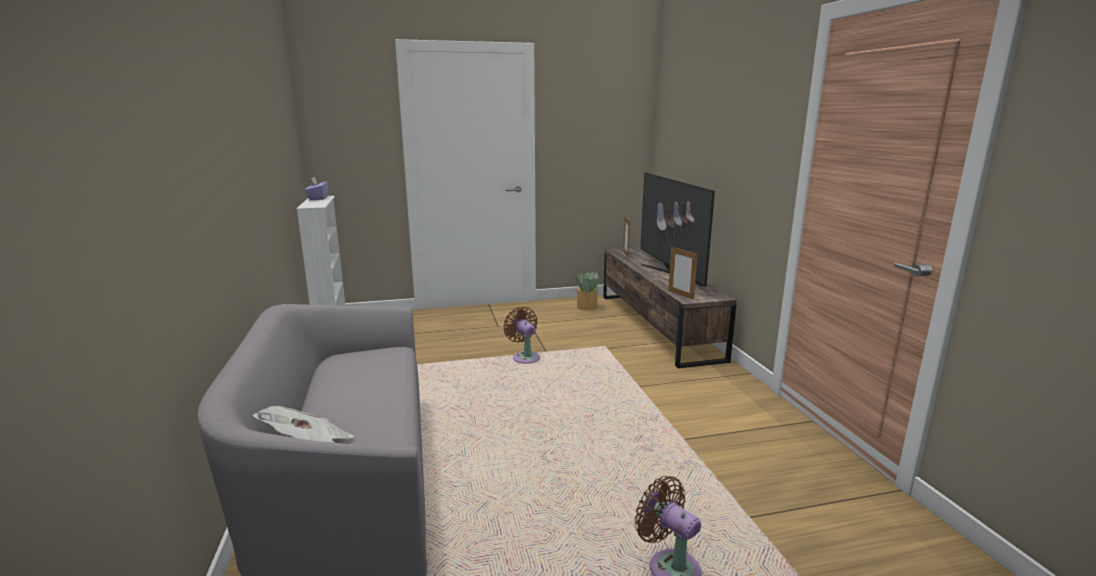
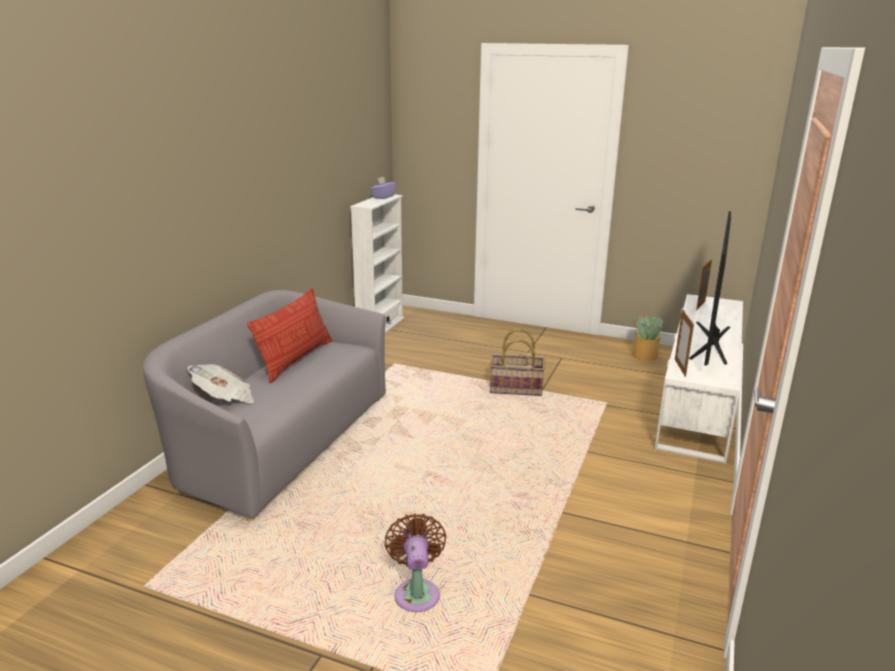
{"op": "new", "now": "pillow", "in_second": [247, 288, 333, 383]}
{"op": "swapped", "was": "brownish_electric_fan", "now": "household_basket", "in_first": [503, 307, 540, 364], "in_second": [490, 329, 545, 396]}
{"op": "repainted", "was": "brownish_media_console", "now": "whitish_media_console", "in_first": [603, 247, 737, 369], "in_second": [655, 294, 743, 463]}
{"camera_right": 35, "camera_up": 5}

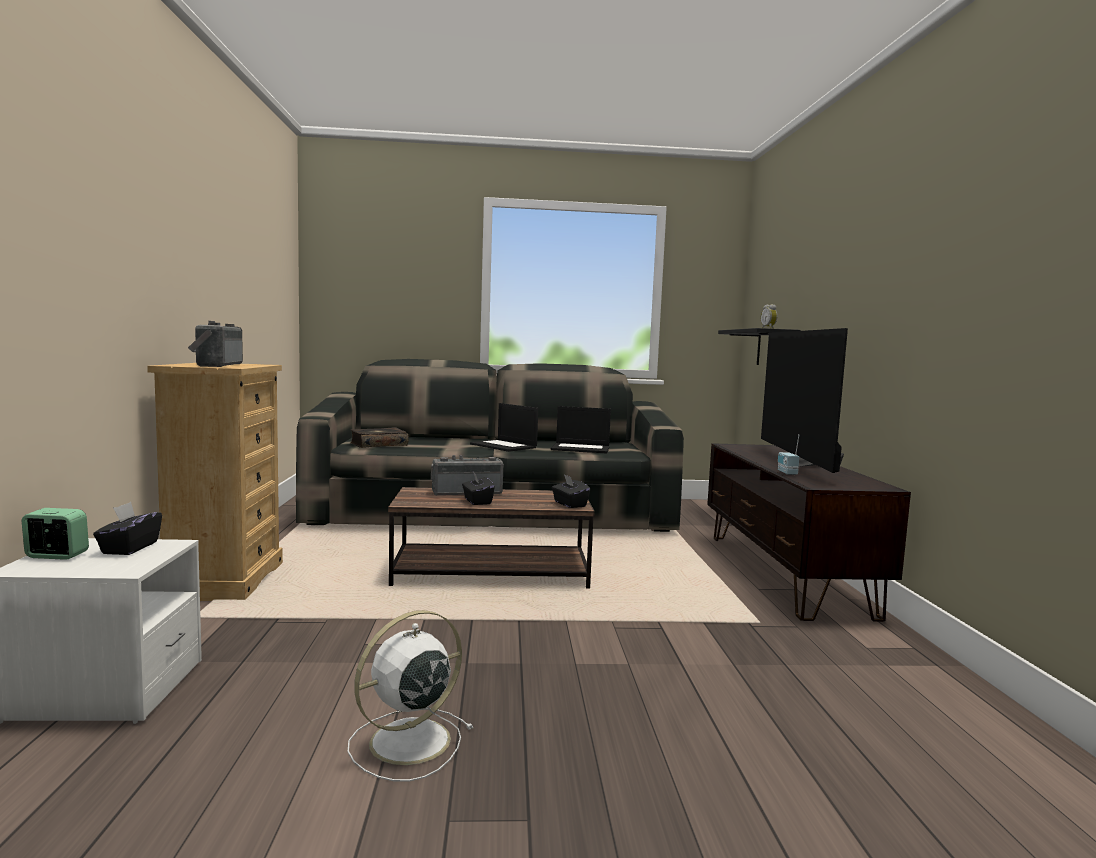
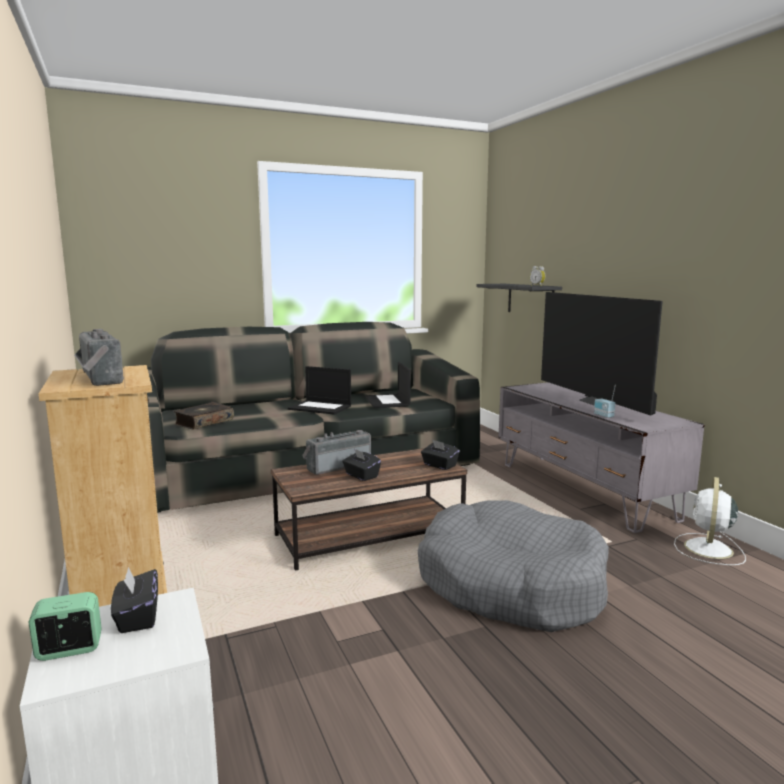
{"op": "rotated", "was": "portable_computer", "in_first": [551, 406, 611, 454], "in_second": [365, 362, 411, 408], "clockwise": 90}
{"op": "new", "now": "grey_dog_cushion", "in_second": [418, 500, 609, 632]}
{"op": "repainted", "was": "brownish_media_console", "now": "grey_media_console", "in_first": [707, 443, 911, 622], "in_second": [499, 382, 705, 533]}
{"op": "shifted", "was": "whitish_electric_fan", "in_first": [348, 610, 474, 781], "in_second": [674, 477, 746, 565]}
{"camera_right": -20, "camera_up": 5}

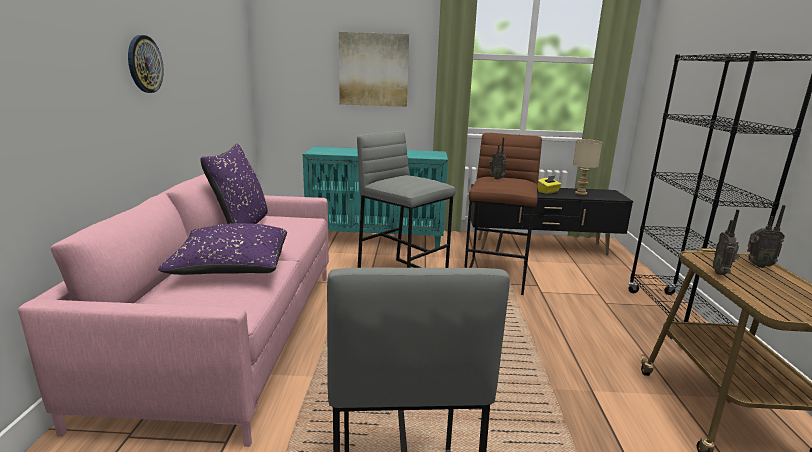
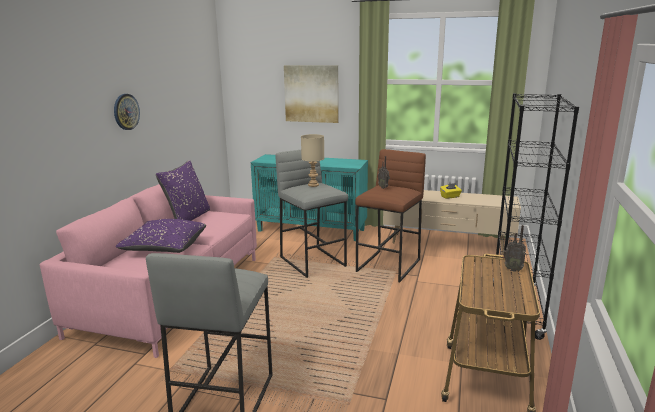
{"op": "shifted", "was": "sand-coloured_lamp_for_a_table", "in_first": [573, 139, 602, 195], "in_second": [301, 134, 324, 187]}
{"op": "repainted", "was": "black_media_console", "now": "sand-coloured_media_console", "in_first": [471, 184, 633, 255], "in_second": [383, 190, 521, 255]}
{"op": "gone", "was": "radio_receiver", "in_first": [713, 209, 740, 275]}
{"camera_right": 15, "camera_up": 0}

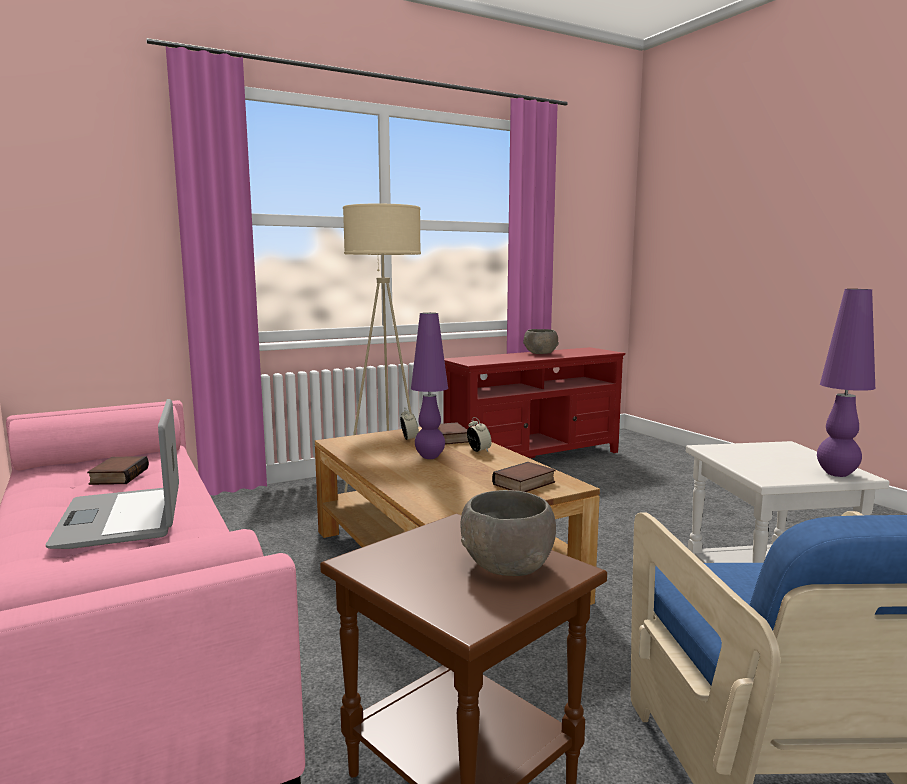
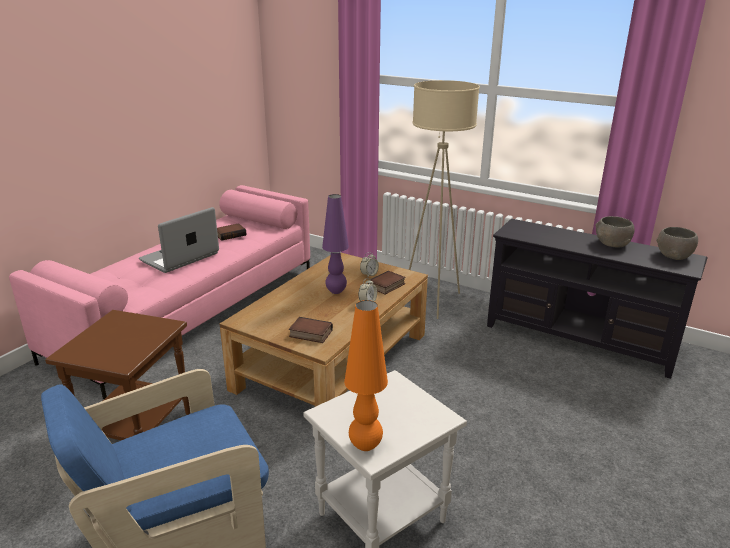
{"op": "repainted", "was": "purple_lamp_for_a_table", "now": "orangey_lamp_for_a_table", "in_first": [817, 289, 876, 477], "in_second": [344, 300, 388, 451]}
{"op": "repainted", "was": "reddish_media_console", "now": "black_media_console", "in_first": [443, 347, 625, 458], "in_second": [487, 219, 708, 379]}
{"op": "shifted", "was": "grey_serving_bowl", "in_first": [460, 490, 556, 576], "in_second": [656, 227, 698, 260]}
{"camera_right": 60, "camera_up": 15}

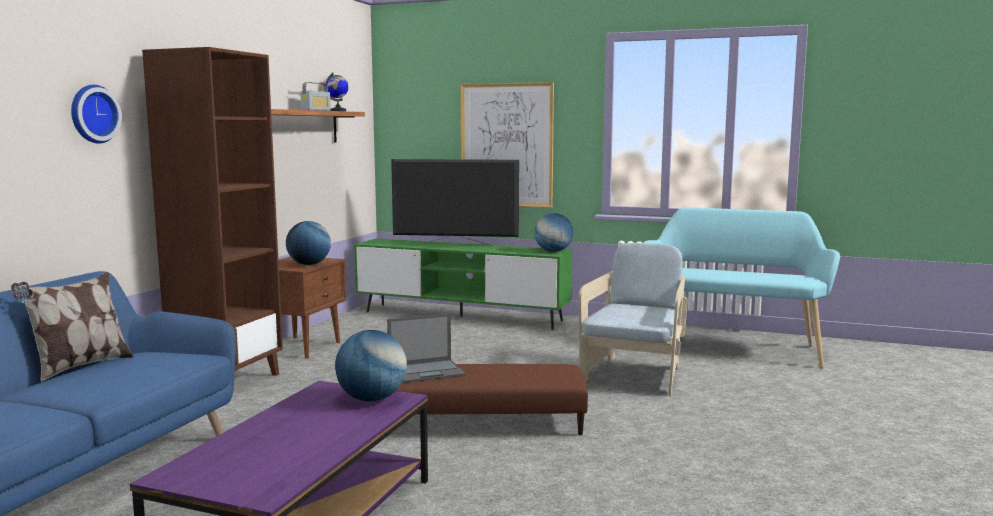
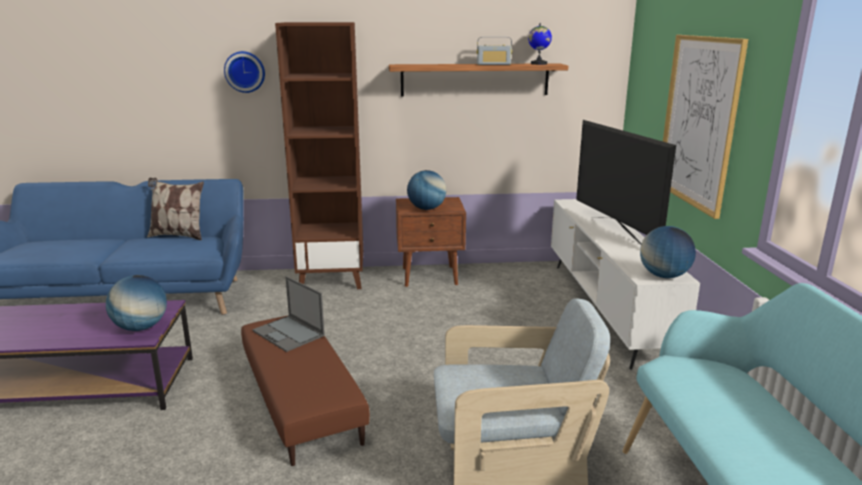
{"op": "repainted", "was": "greenish_media_console", "now": "whitish_media_console", "in_first": [354, 238, 572, 330], "in_second": [551, 199, 700, 370]}
{"camera_right": 65, "camera_up": 10}

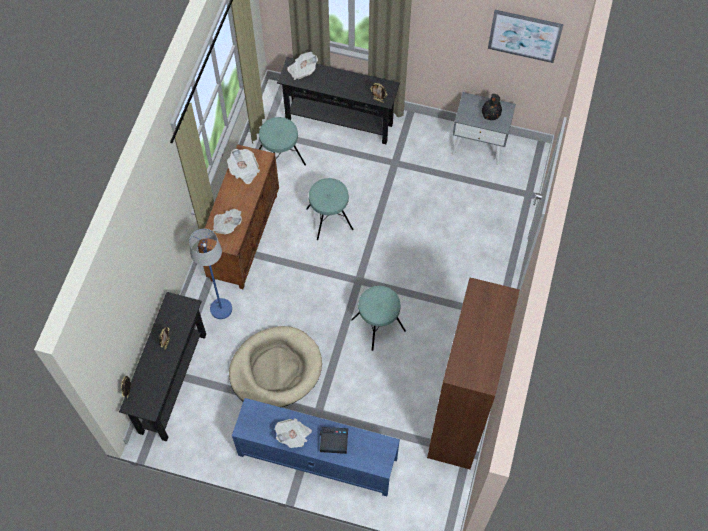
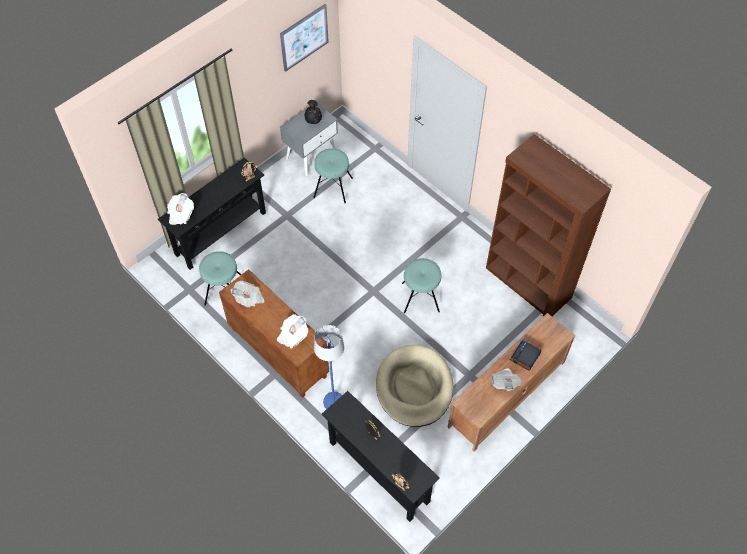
{"op": "shifted", "was": "turquoise_stool_seat", "in_first": [306, 178, 354, 240], "in_second": [313, 148, 353, 203]}
{"op": "repainted", "was": "blue-coloured_media_console", "now": "brownish_media_console", "in_first": [232, 398, 400, 496], "in_second": [448, 313, 575, 451]}
{"camera_right": -60, "camera_up": -5}

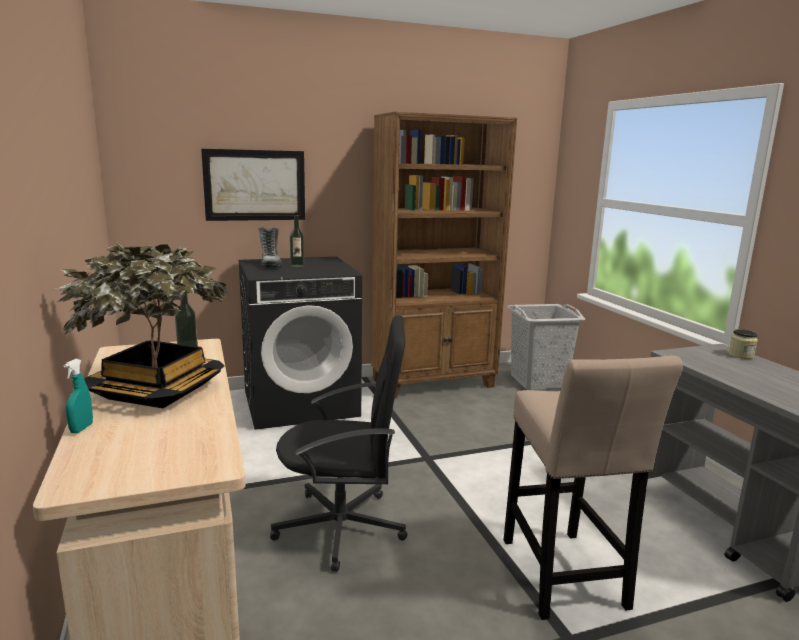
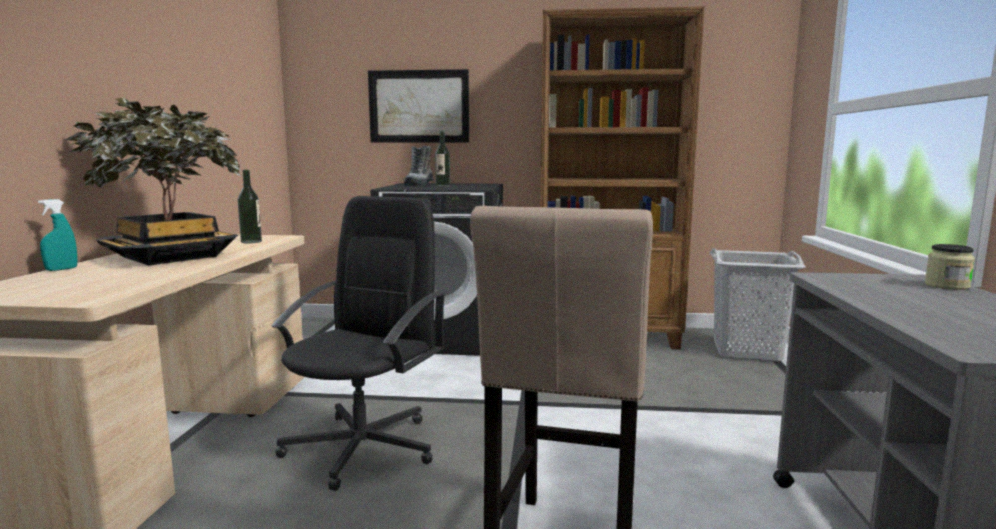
{"op": "rotated", "was": "black_office_chair", "in_first": [270, 316, 408, 572], "in_second": [271, 196, 446, 491], "clockwise": -90}
{"camera_right": 25, "camera_up": -5}

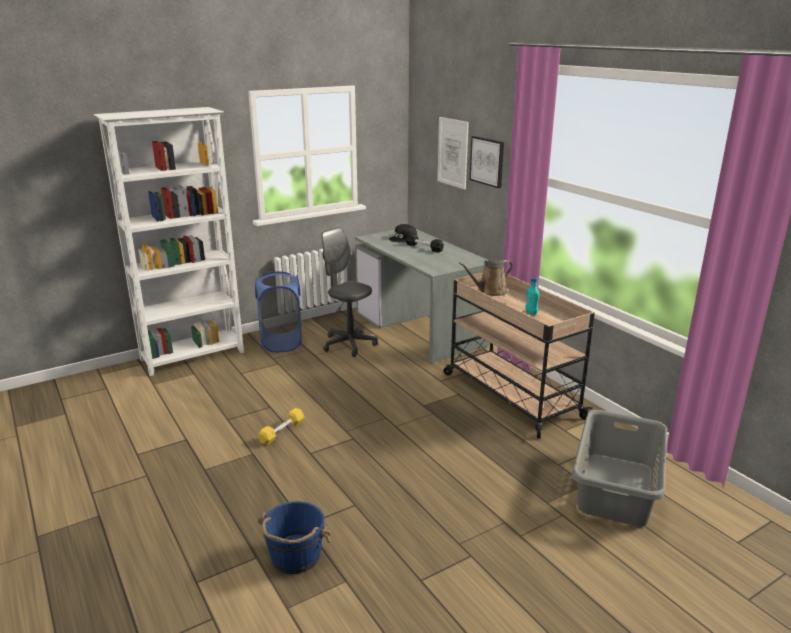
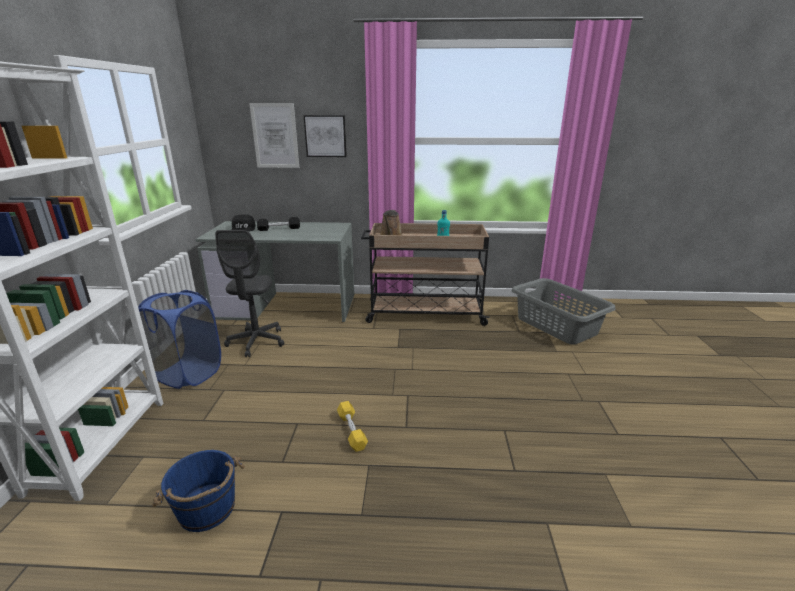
{"op": "shifted", "was": "blue-coloured_water_bucket", "in_first": [257, 501, 331, 574], "in_second": [152, 450, 245, 532]}
{"op": "rotated", "was": "grey_office_chair", "in_first": [321, 227, 378, 357], "in_second": [215, 230, 284, 357], "clockwise": -75}
{"camera_right": -55, "camera_up": 0}

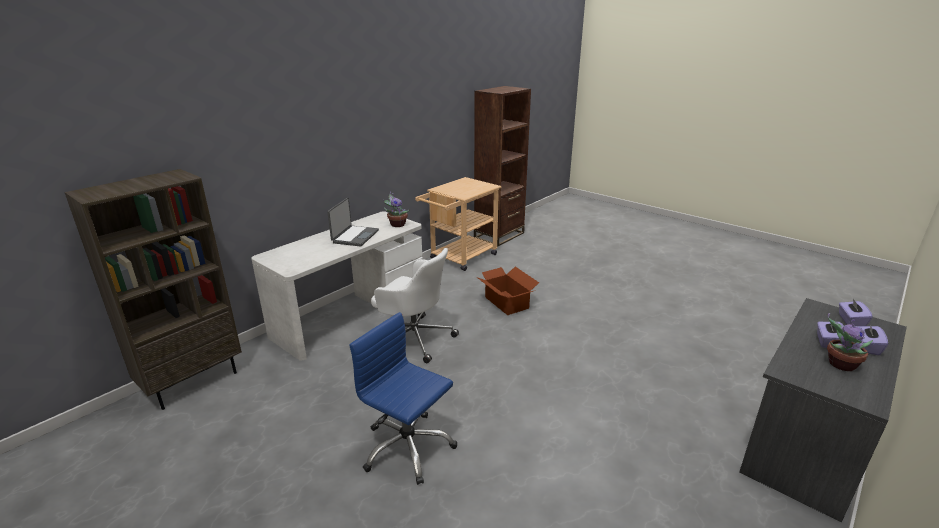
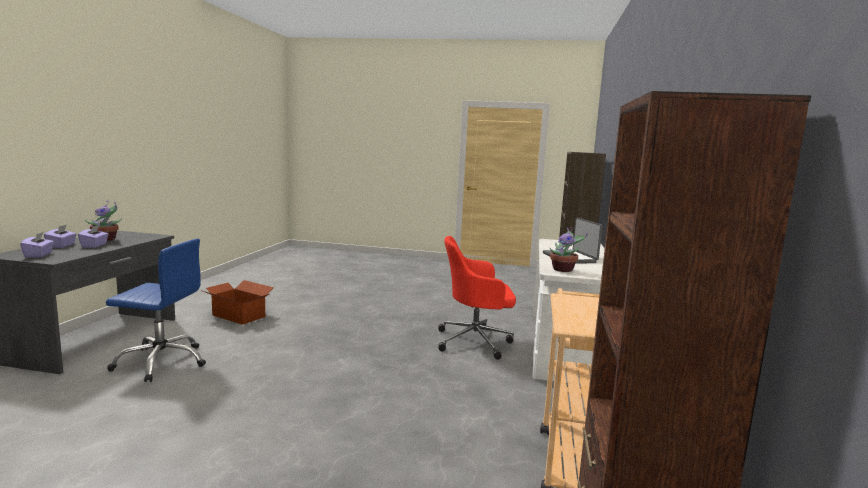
{"op": "shifted", "was": "blue-coloured_office_chair", "in_first": [349, 312, 457, 485], "in_second": [106, 239, 206, 382]}
{"op": "shifted", "was": "carton", "in_first": [477, 267, 539, 315], "in_second": [203, 280, 274, 325]}
{"op": "repainted", "was": "whitish_office_chair", "now": "reddish_office_chair", "in_first": [371, 248, 459, 363], "in_second": [438, 236, 516, 360]}
{"camera_right": 150, "camera_up": -15}

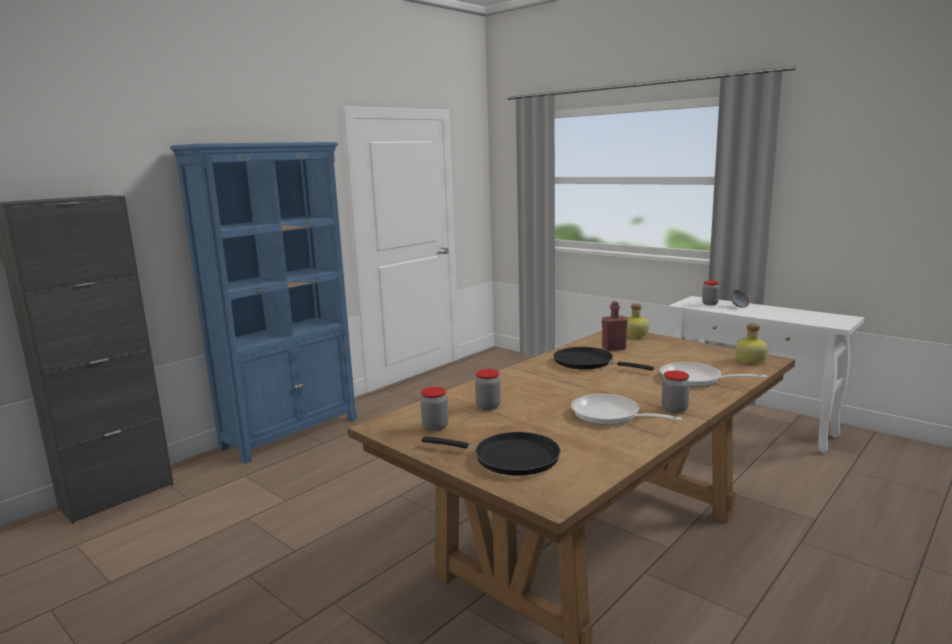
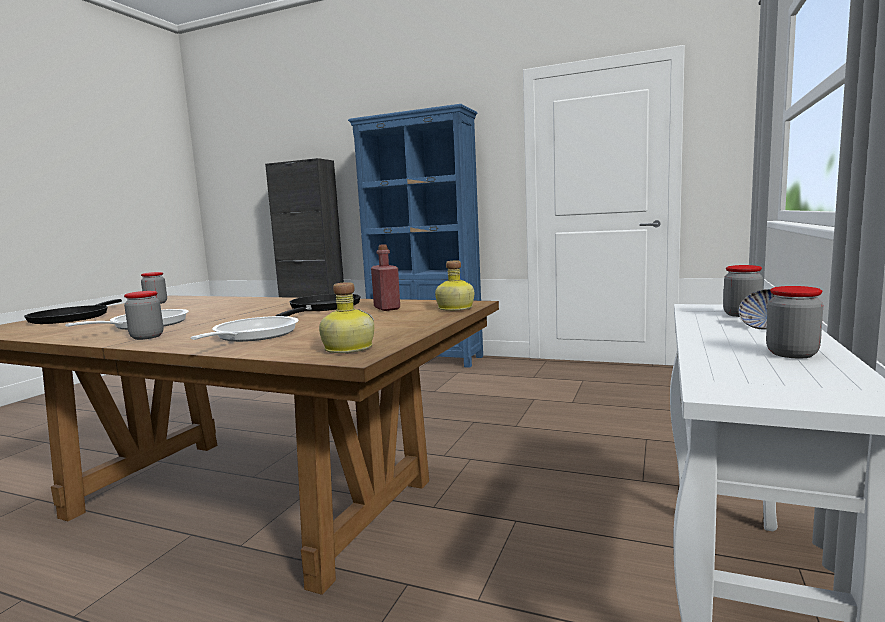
{"op": "shifted", "was": "jar", "in_first": [475, 369, 501, 410], "in_second": [766, 286, 823, 358]}
{"camera_right": 70, "camera_up": -5}

